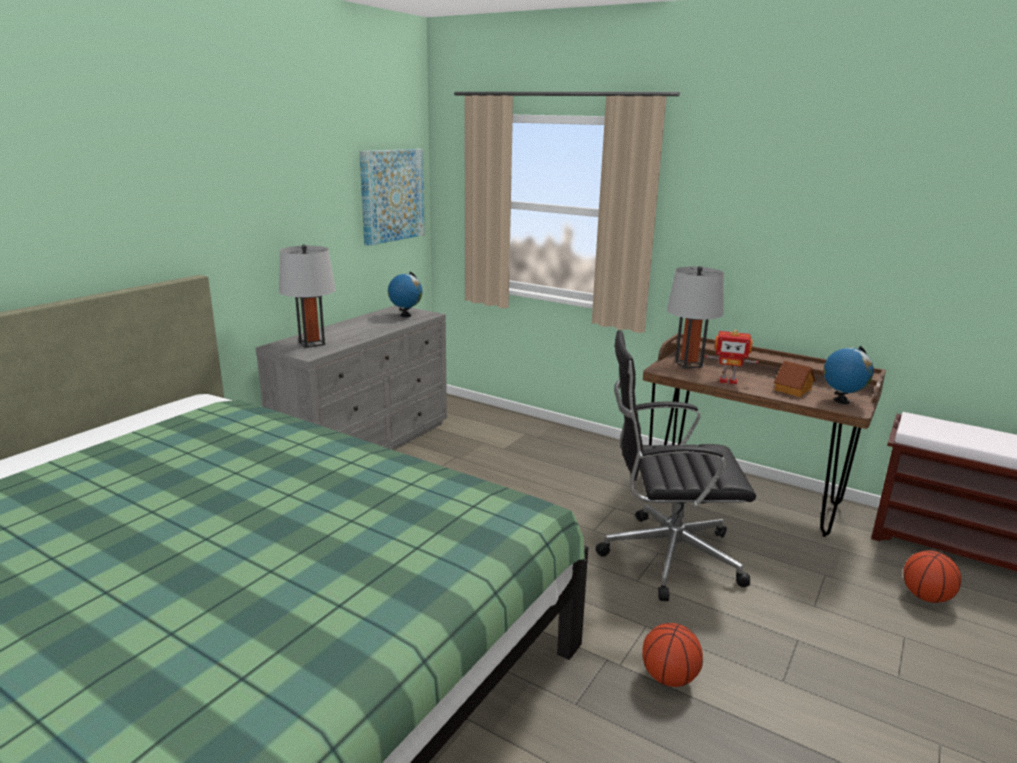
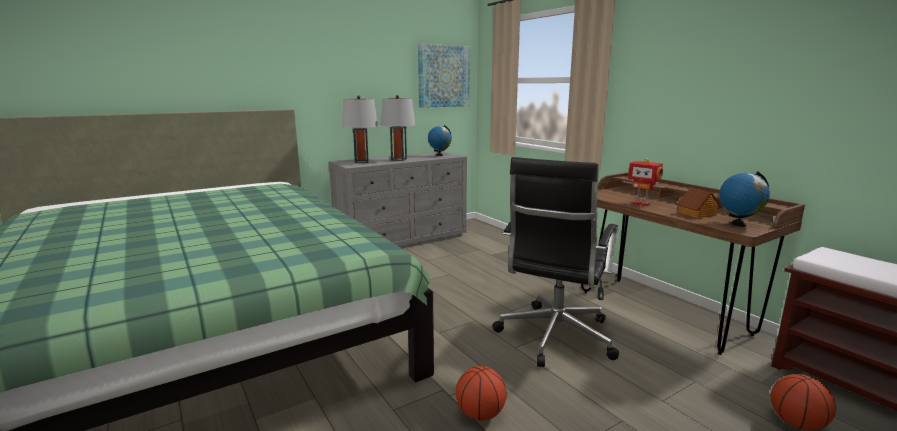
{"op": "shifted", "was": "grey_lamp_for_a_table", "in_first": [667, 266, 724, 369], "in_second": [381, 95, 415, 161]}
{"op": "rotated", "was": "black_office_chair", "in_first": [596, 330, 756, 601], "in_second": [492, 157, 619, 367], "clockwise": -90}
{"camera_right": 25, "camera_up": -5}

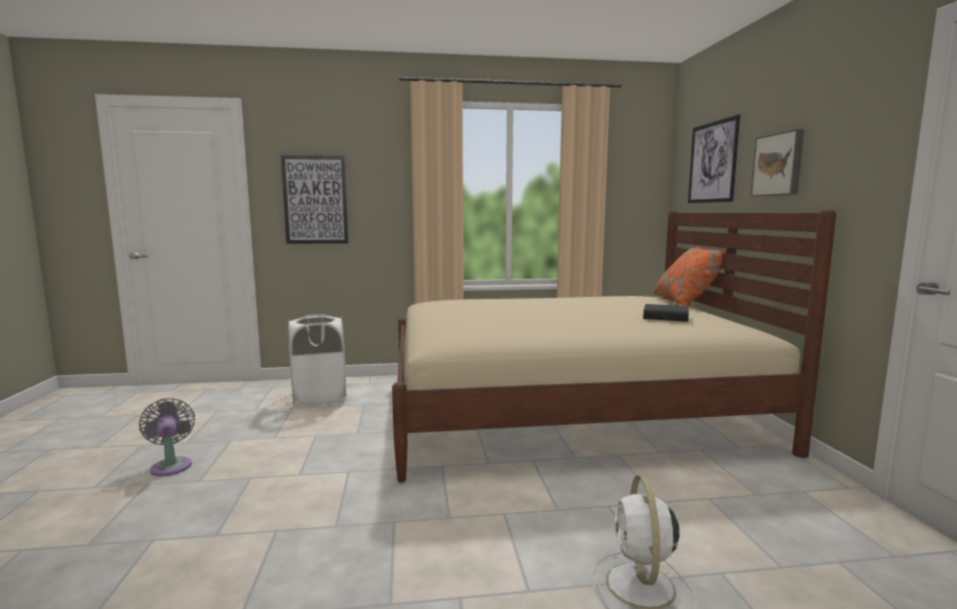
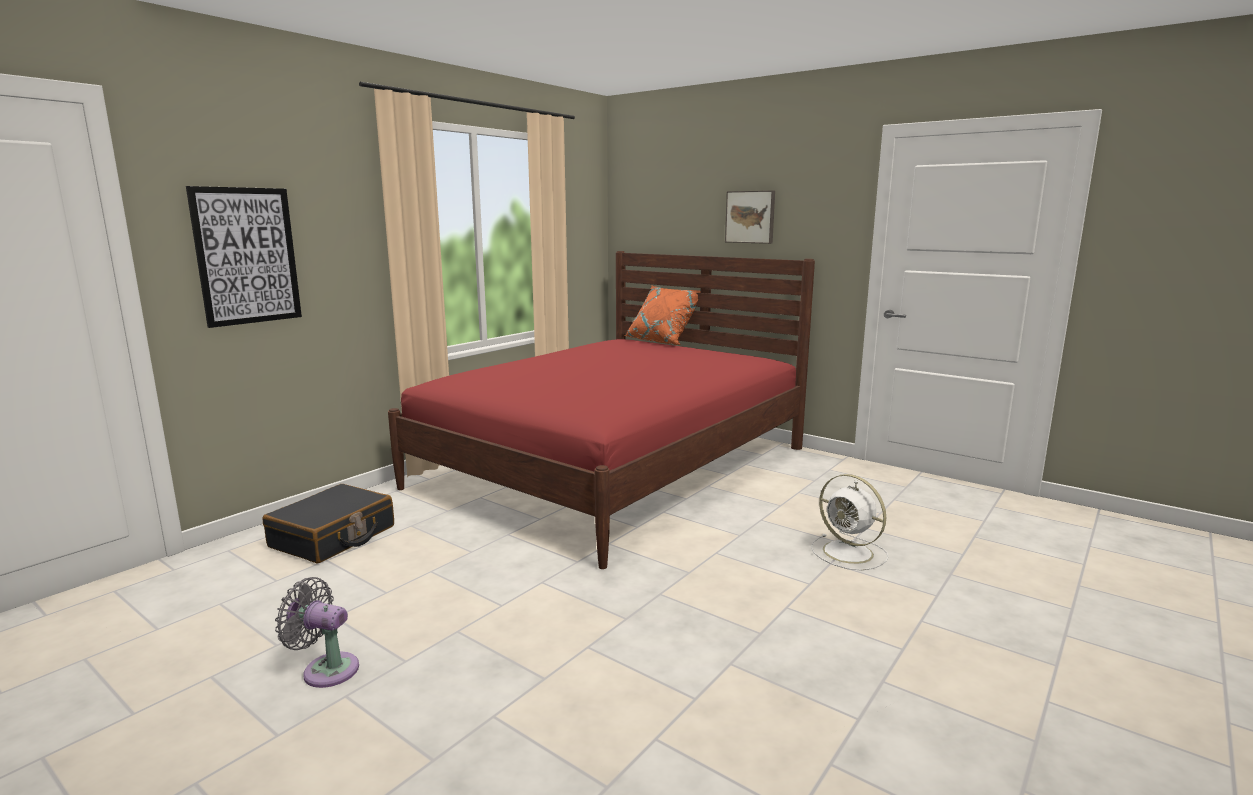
{"op": "swapped", "was": "whitish_hamper", "now": "black_travel_case", "in_first": [289, 314, 346, 405], "in_second": [262, 484, 394, 564]}
{"op": "repainted", "was": "sand-coloured_bedroom_bed", "now": "reddish_bedroom_bed", "in_first": [392, 210, 836, 483], "in_second": [388, 251, 815, 569]}
{"op": "gone", "was": "black_bound_book", "in_first": [643, 304, 689, 322]}
{"op": "gone", "was": "picture", "in_first": [688, 114, 740, 203]}
{"camera_right": -45, "camera_up": 5}

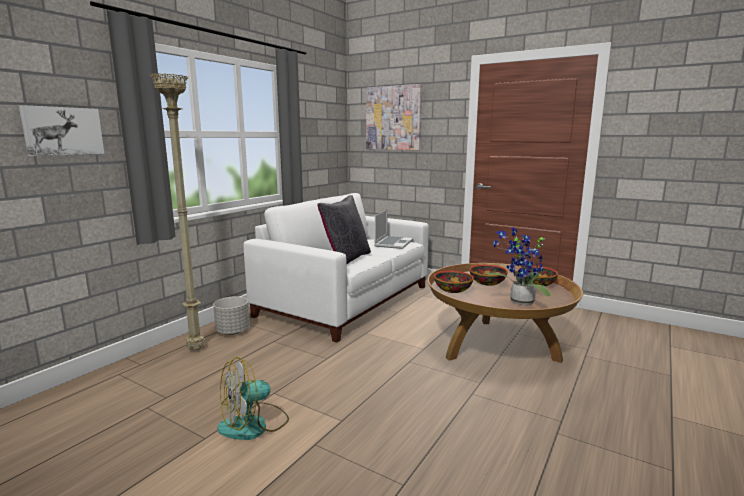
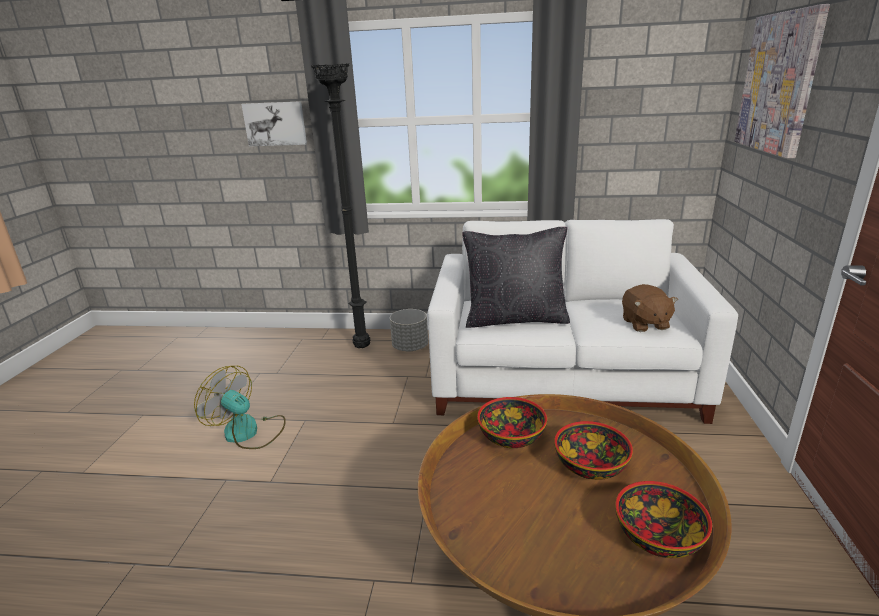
{"op": "repainted", "was": "sand-coloured_standing_lamp", "now": "black_standing_lamp", "in_first": [150, 73, 205, 350], "in_second": [311, 63, 371, 348]}
{"op": "swapped", "was": "portable_computer", "now": "brownish_cuddly_toy", "in_first": [374, 209, 413, 249], "in_second": [622, 284, 678, 332]}
{"op": "gone", "was": "plant_in_a_pot", "in_first": [488, 227, 551, 305]}
{"camera_right": 65, "camera_up": 10}

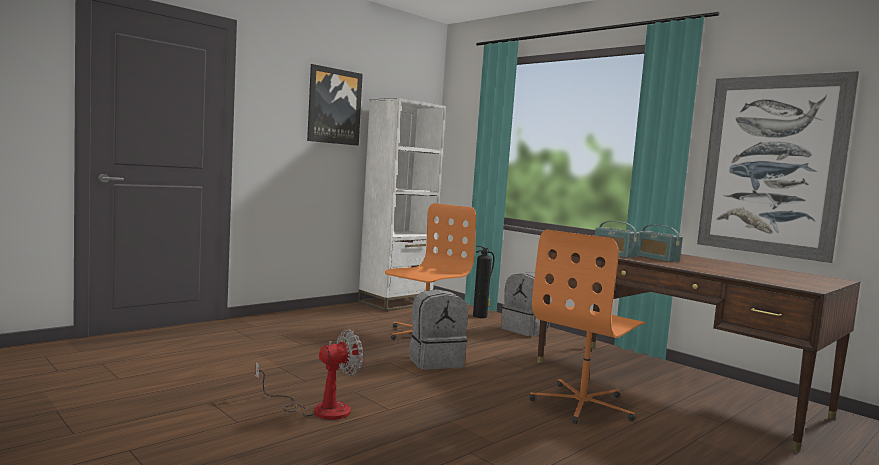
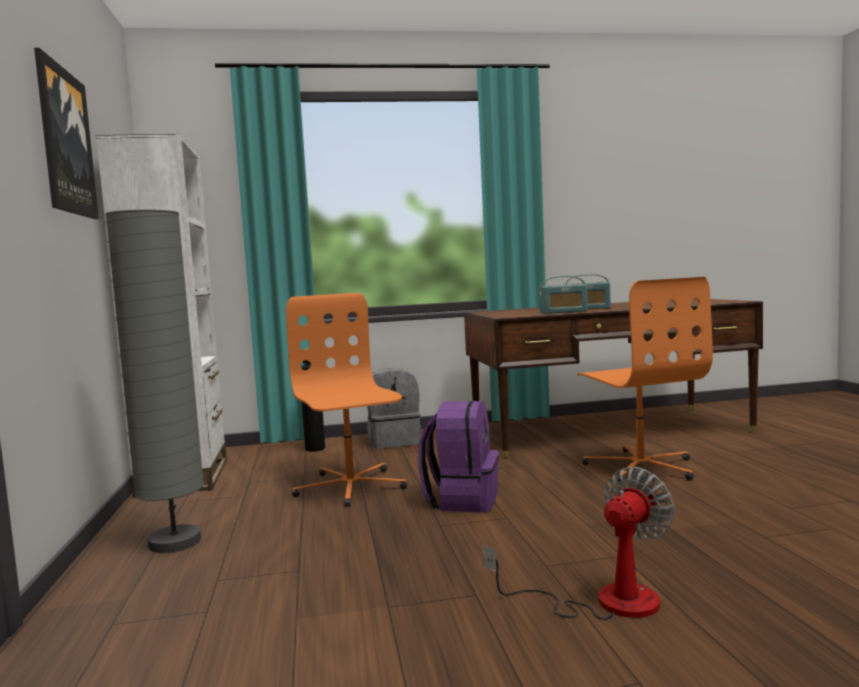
{"op": "new", "now": "grey_standing_lamp", "in_second": [105, 209, 204, 553]}
{"op": "repainted", "was": "grey_backpack", "now": "purple_backpack", "in_first": [409, 289, 468, 370], "in_second": [418, 401, 499, 512]}
{"op": "rotated", "was": "electric_fan", "in_first": [255, 330, 363, 420], "in_second": [483, 467, 675, 620], "clockwise": 45}
{"op": "gone", "was": "picture", "in_first": [697, 71, 859, 263]}
{"camera_right": -55, "camera_up": 0}

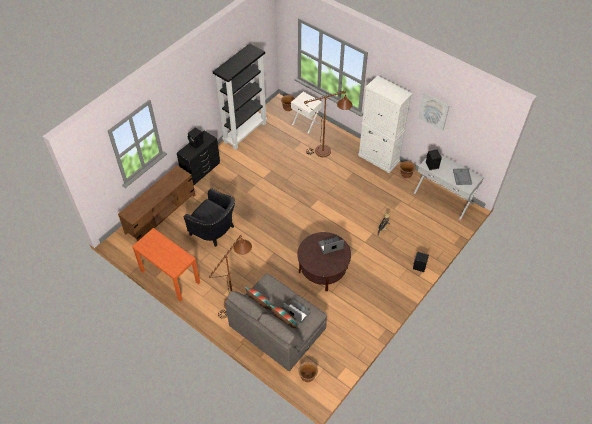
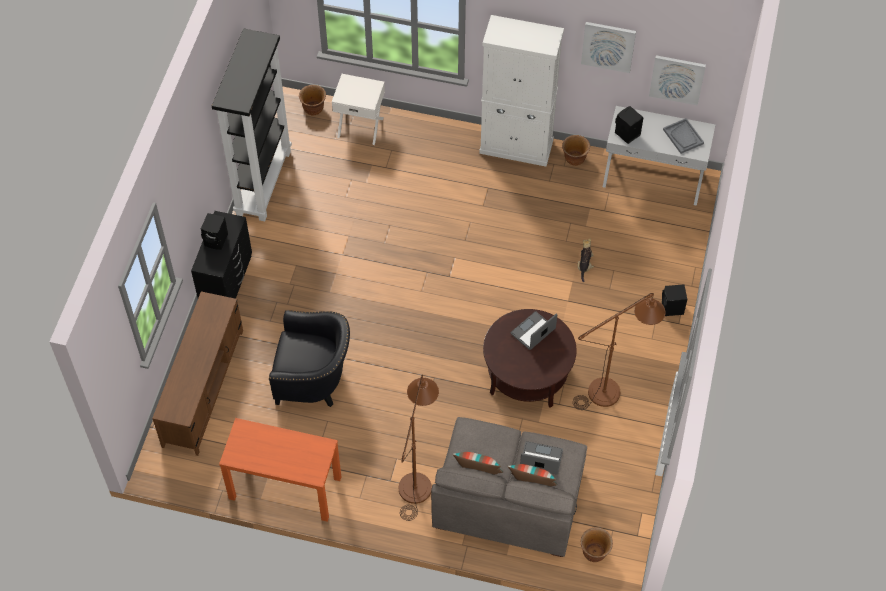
{"op": "shifted", "was": "brownish_standing_lamp", "in_first": [304, 91, 353, 157], "in_second": [573, 293, 666, 410]}
{"op": "new", "now": "picture", "in_second": [649, 55, 706, 105]}
{"camera_right": -25, "camera_up": 5}

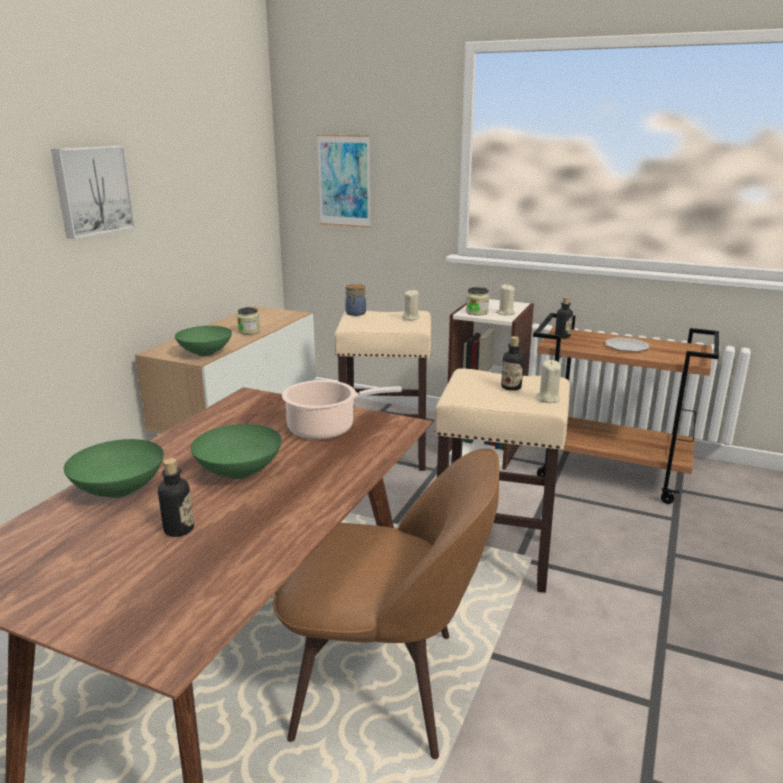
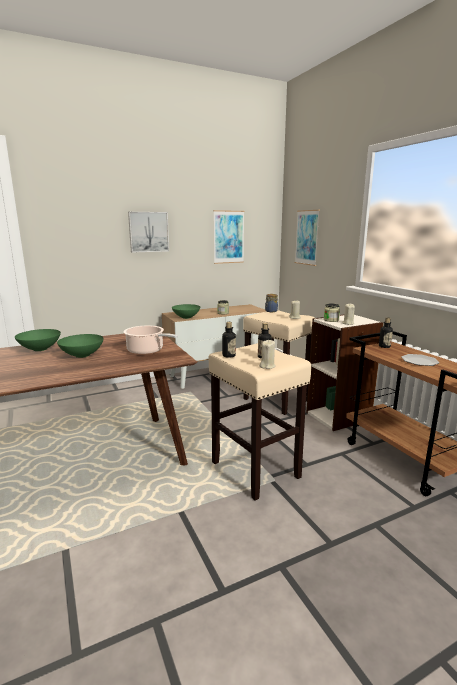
{"op": "new", "now": "picture", "in_second": [213, 210, 244, 264]}
{"op": "shifted", "was": "beverage_bottle", "in_first": [158, 458, 194, 537], "in_second": [222, 322, 236, 358]}
{"op": "gone", "was": "brownish_chair", "in_first": [273, 448, 499, 759]}
{"camera_right": 40, "camera_up": -5}

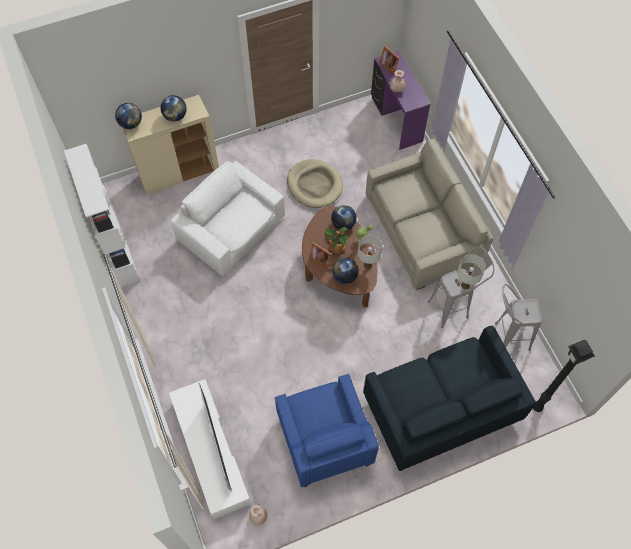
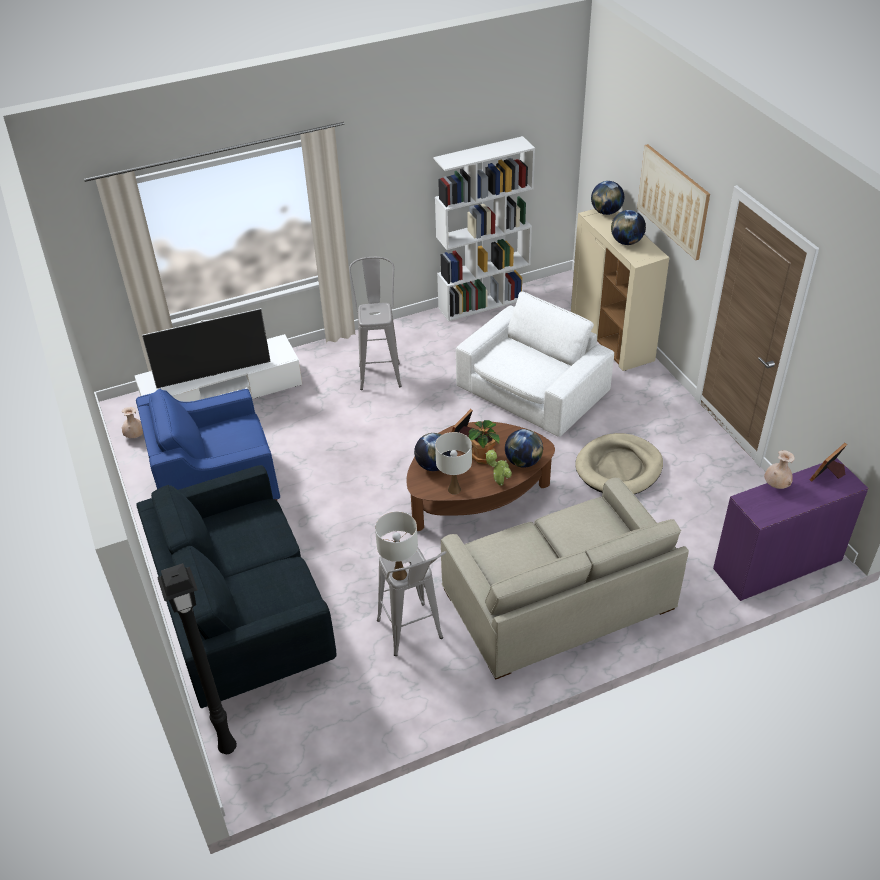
{"op": "shifted", "was": "grey_stool_seat", "in_first": [495, 284, 542, 351], "in_second": [349, 257, 402, 390]}
{"op": "new", "now": "picture", "in_second": [637, 144, 710, 260]}
{"camera_right": 90, "camera_up": -20}

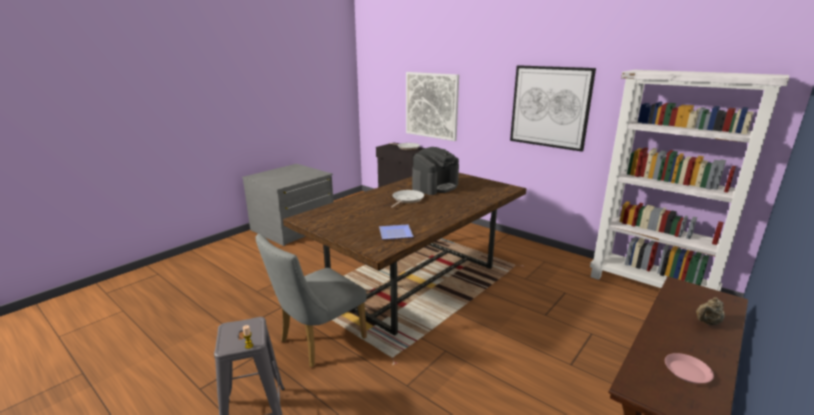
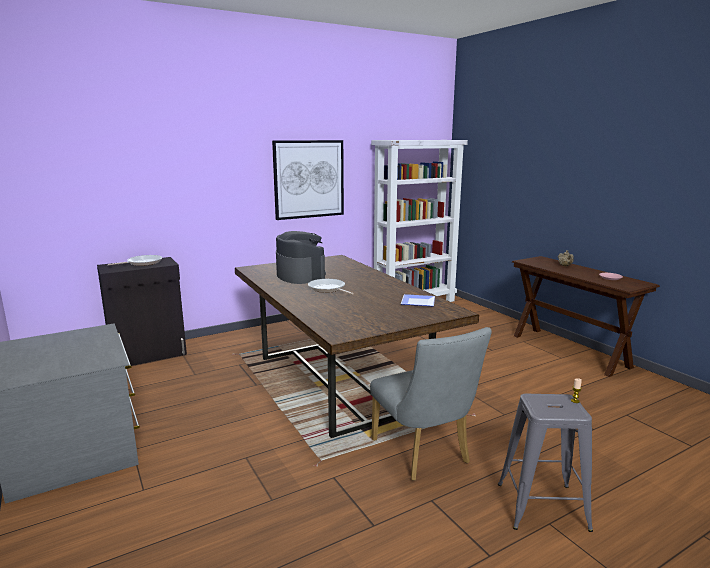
{"op": "gone", "was": "picture", "in_first": [406, 72, 459, 141]}
{"camera_right": -70, "camera_up": -5}

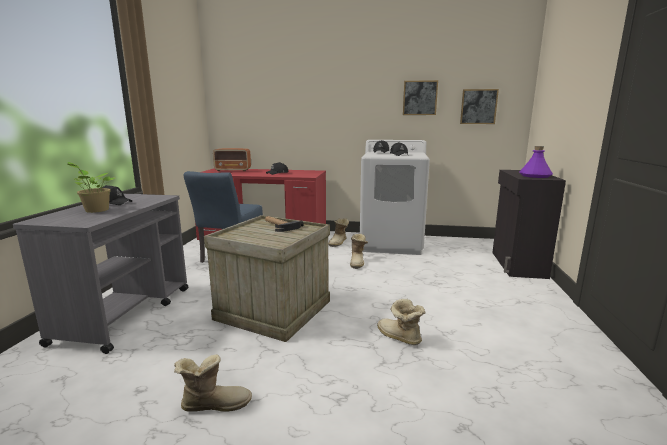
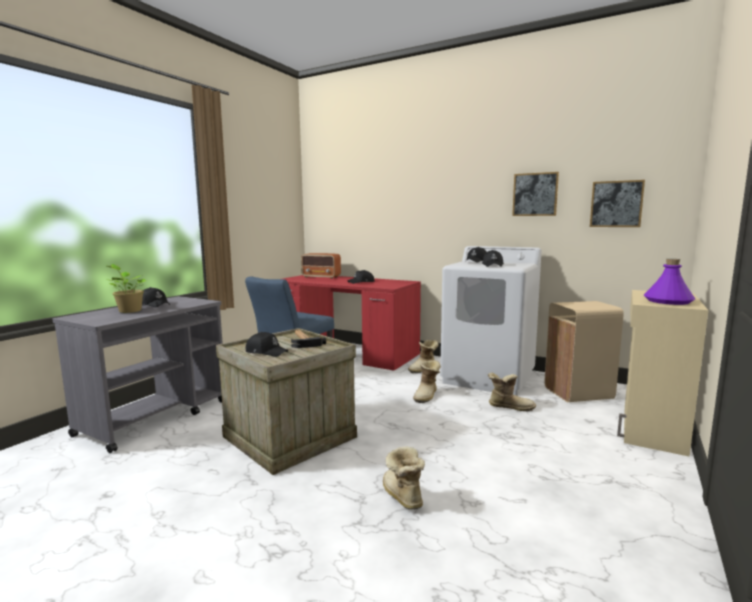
{"op": "new", "now": "black_baseball_cap", "in_second": [246, 332, 288, 357]}
{"op": "shifted", "was": "tall_boot", "in_first": [174, 354, 252, 412], "in_second": [488, 372, 536, 411]}
{"op": "new", "now": "sand-coloured_waste_bin", "in_second": [544, 301, 624, 402]}
{"op": "repainted", "was": "black_cupboard", "now": "sand-coloured_cupboard", "in_first": [492, 170, 566, 279], "in_second": [617, 290, 708, 457]}
{"camera_right": 20, "camera_up": -5}

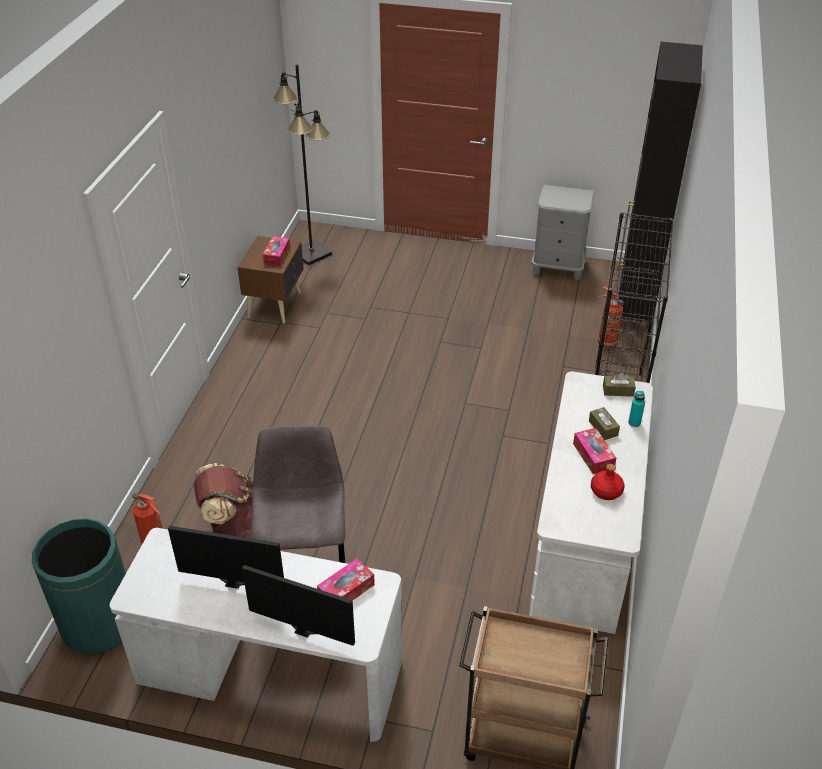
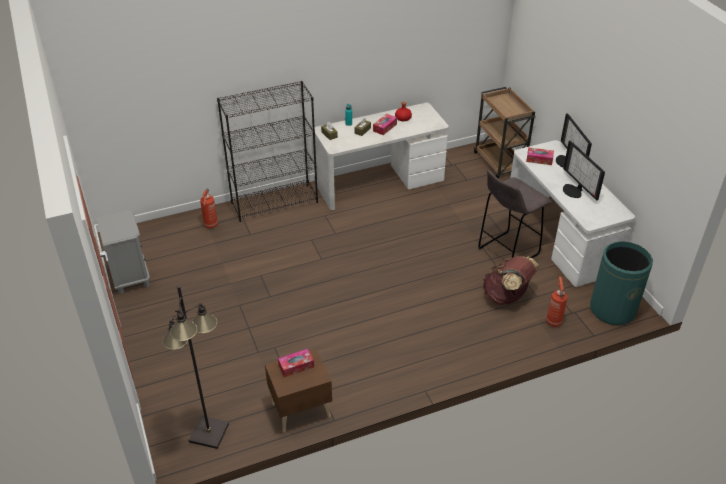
{"op": "gone", "was": "black_cupboard", "in_first": [618, 42, 703, 335]}
{"camera_right": -125, "camera_up": 0}

